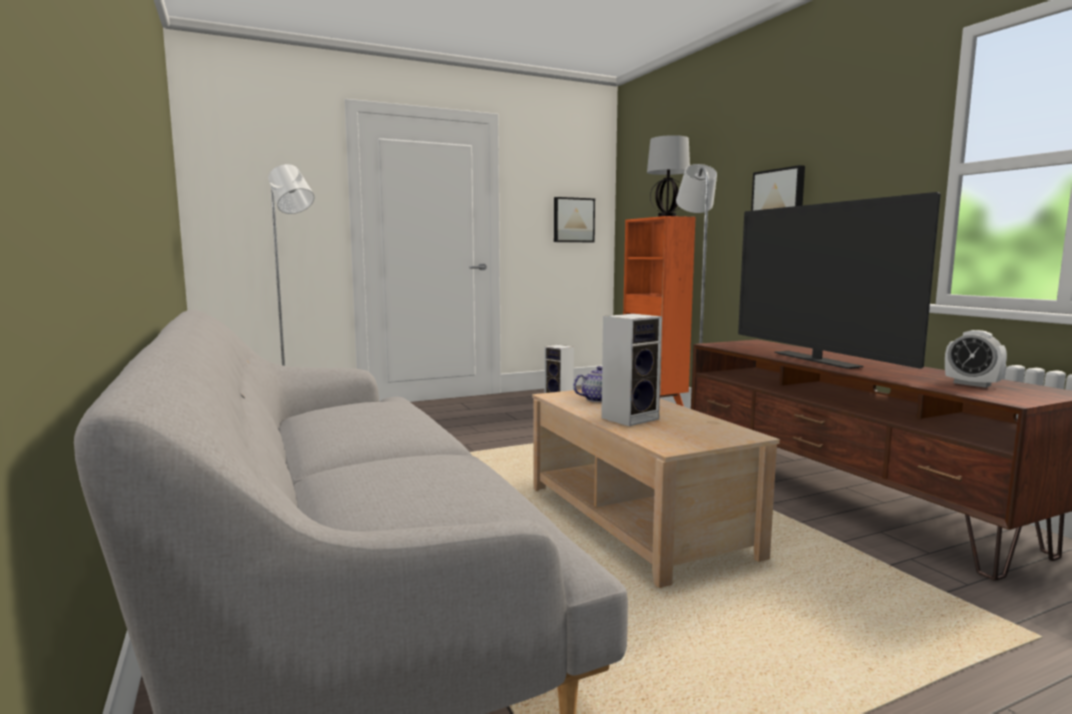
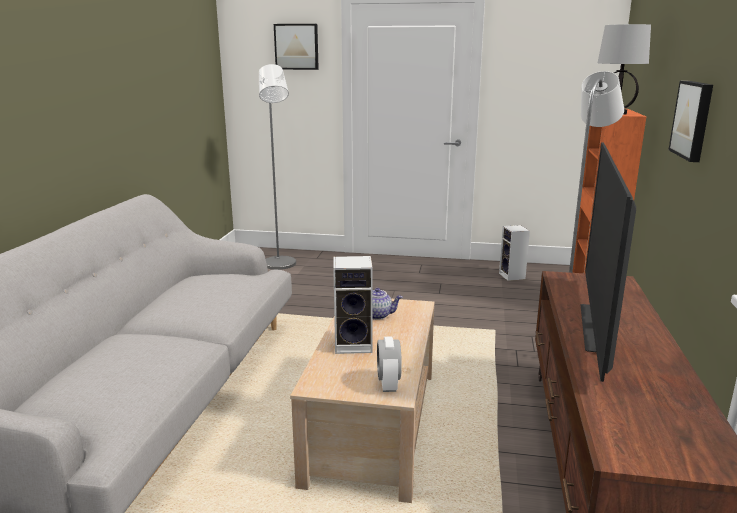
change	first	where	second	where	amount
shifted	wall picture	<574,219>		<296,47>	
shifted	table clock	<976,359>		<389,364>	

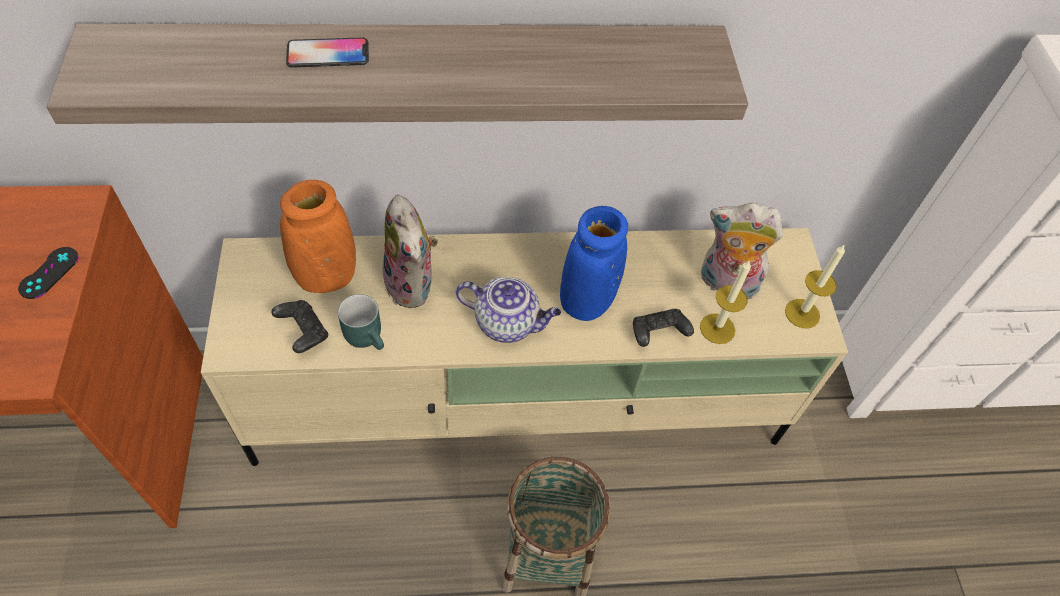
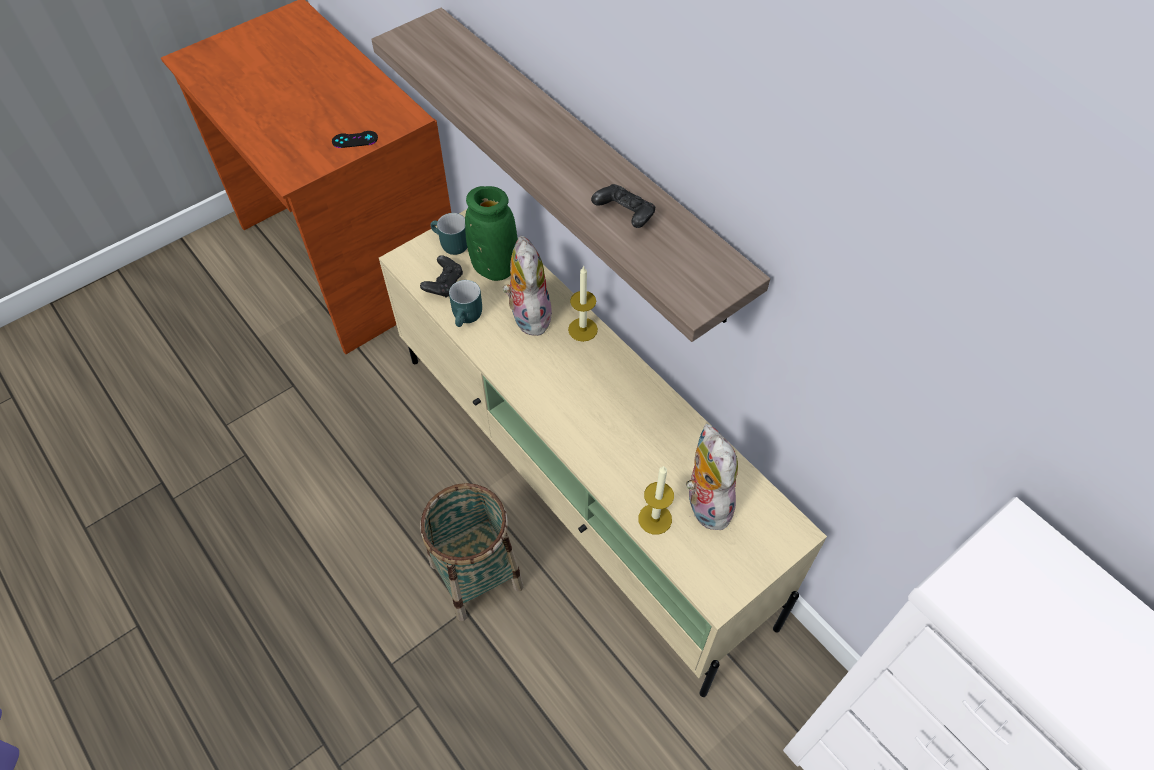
change	first	where	second	where	amount
gone	handset	<327,52>			
gone	tea pot	<508,310>			
gone	blue decorative vase	<594,263>			
new			blue-green tea mug	<448,234>	
shifted	black gamepad	<663,328>		<623,206>	
shifted	wax candle	<815,286>		<583,303>	
repainted	orange decorative vase	<318,236>	green-coloured decorative vase	<491,233>	
rotated	cuddly toy	<410,251>		<527,286>	135 degrees clockwise

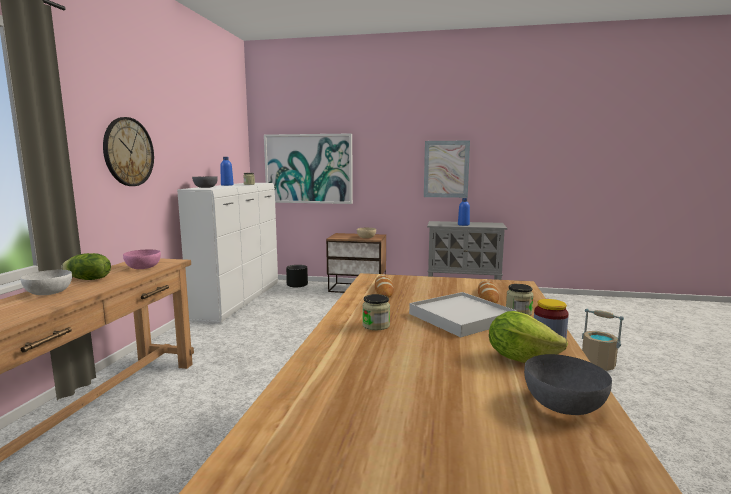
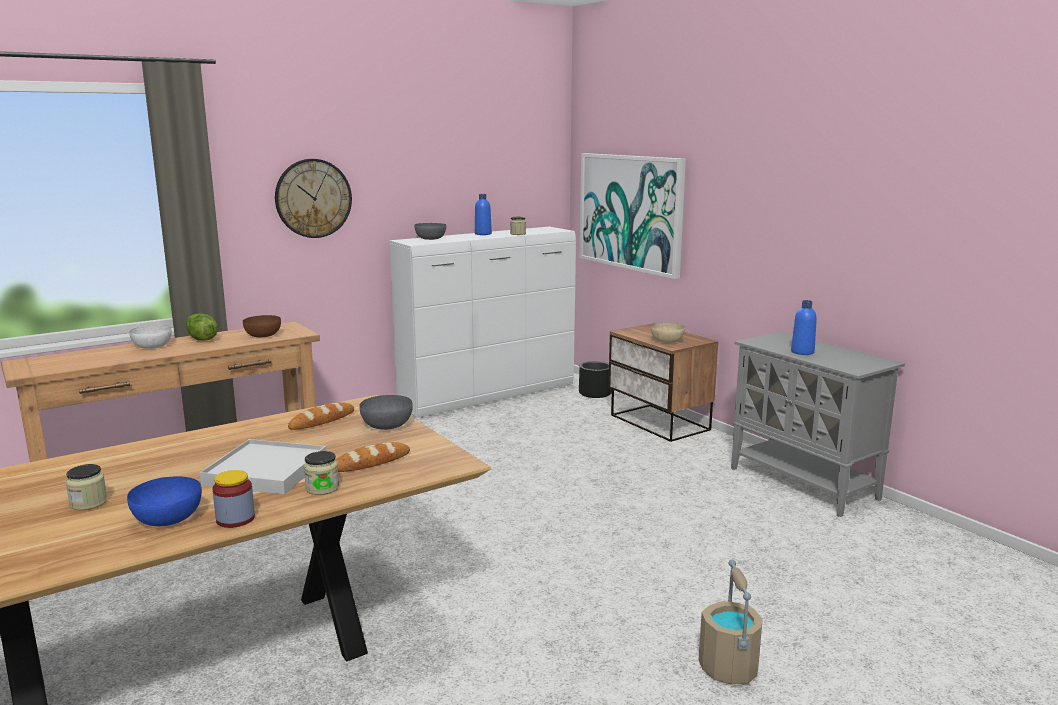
change	first	where	second	where	amount
gone	wall picture	<447,169>			
shifted	preserve jar	<376,312>		<87,487>	
shifted	greyish serving bowl	<568,384>		<386,412>	
swapped	lettuce	<528,337>	blue serving bowl	<164,501>	
repainted	pink serving bowl	<142,259>	brown-coloured serving bowl	<262,326>	

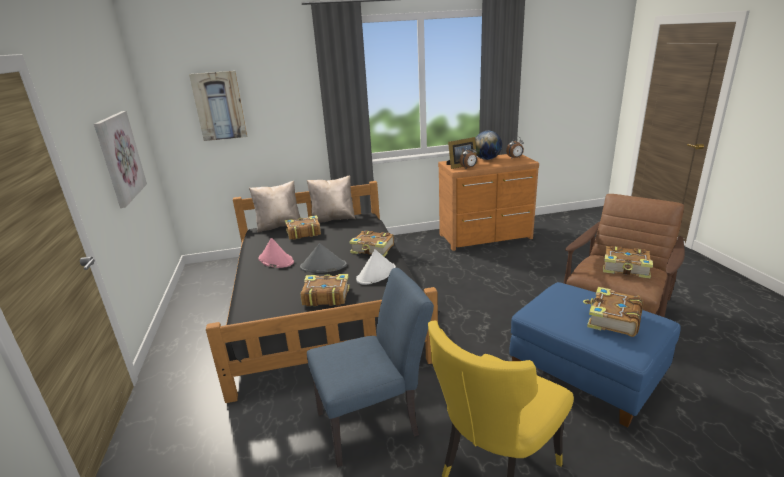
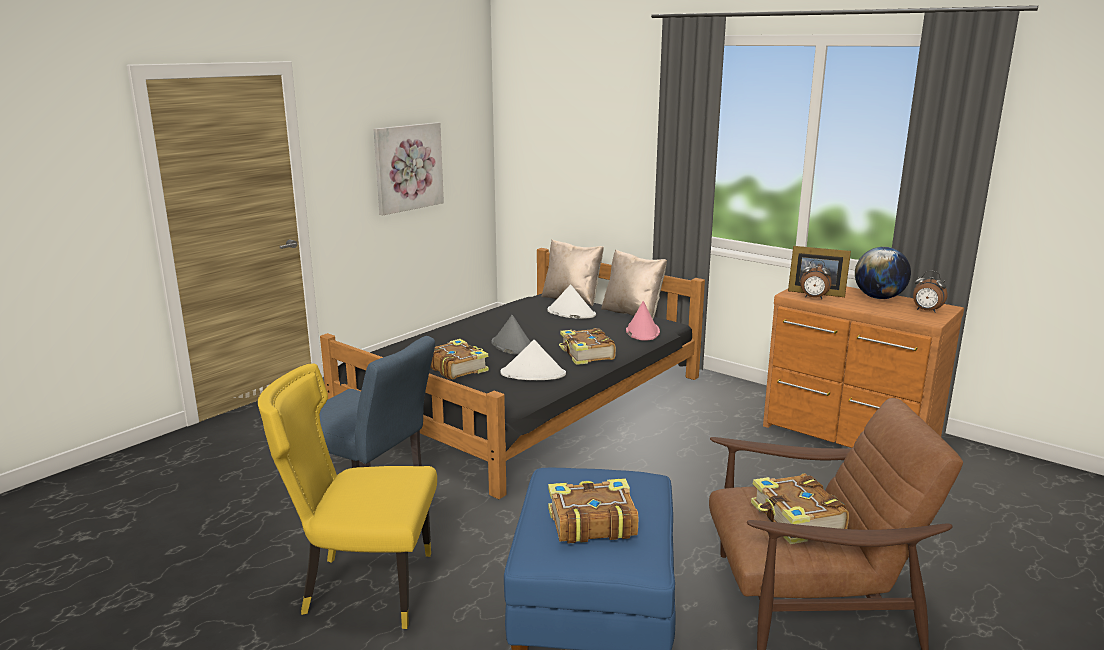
change	first	where	second	where	amount
gone	wall picture	<218,106>			
shifted	pink clothing hat	<276,253>		<643,321>	
swapped	volume	<303,227>	white clothing hat	<571,301>	

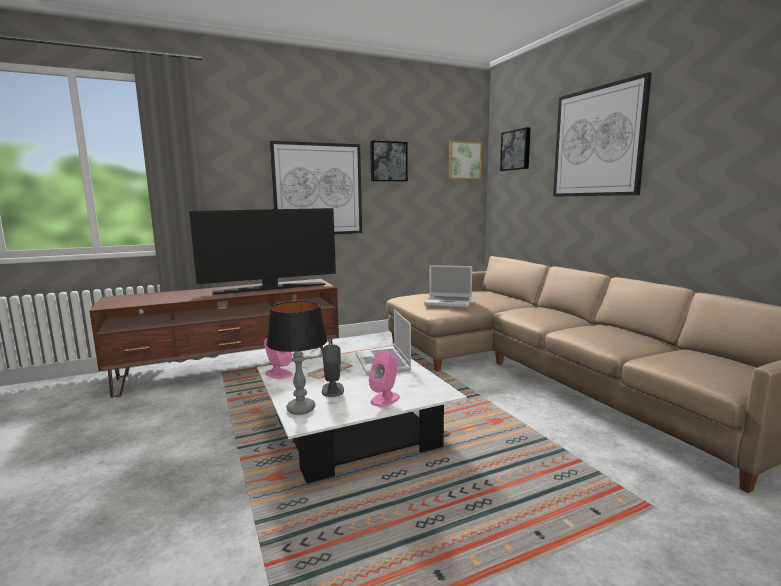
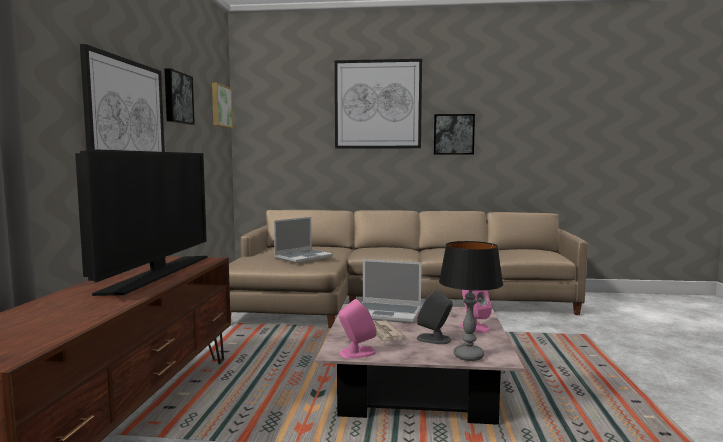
change	first	where	second	where	amount
shifted	wall picture	<515,149>		<454,134>	
repainted	white low table	<362,414>	pink low table	<420,364>	

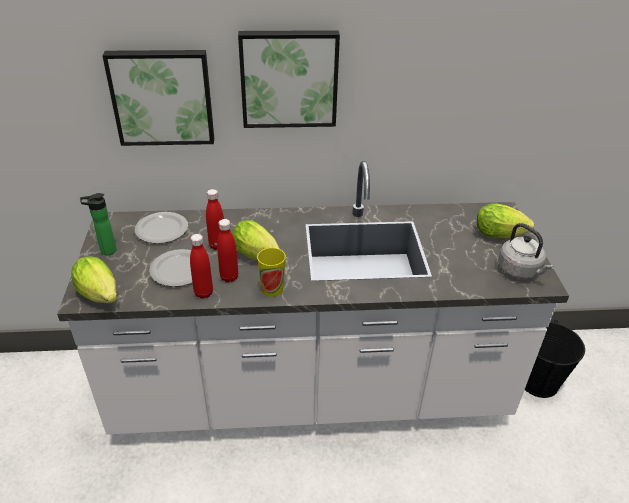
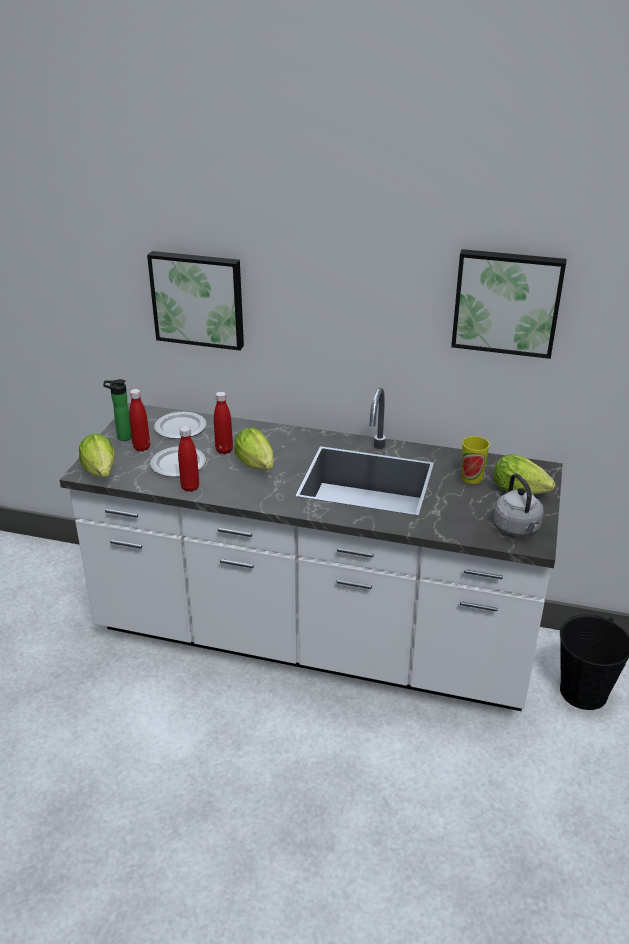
change	first	where	second	where	amount
shifted	reddish drink bottle	<227,250>		<139,420>	
shifted	wall picture	<289,79>		<508,304>	
shifted	small cup	<271,272>		<475,460>	

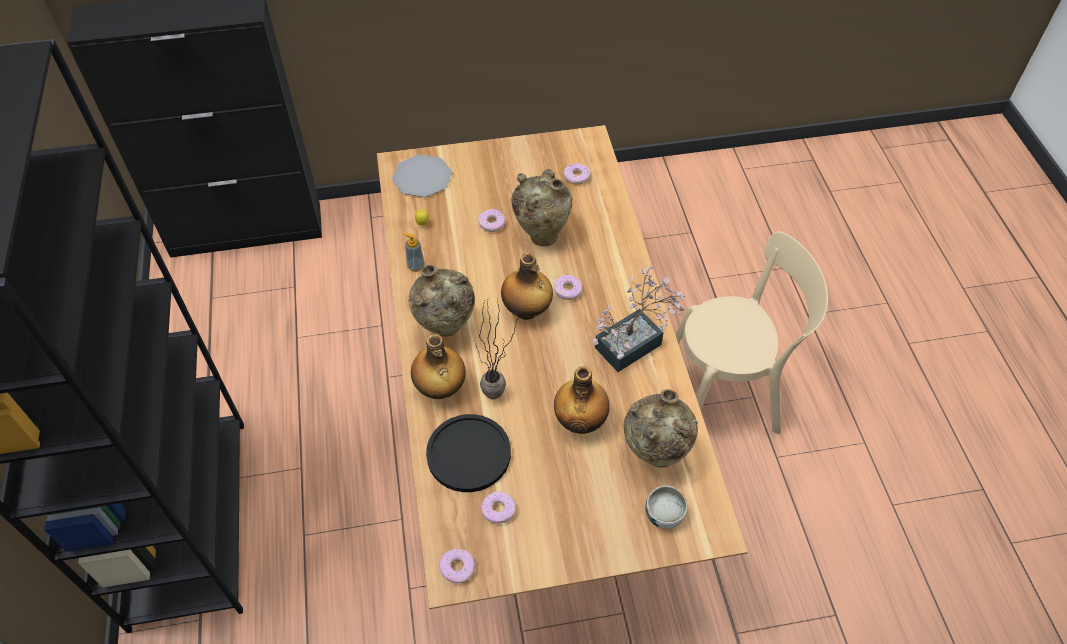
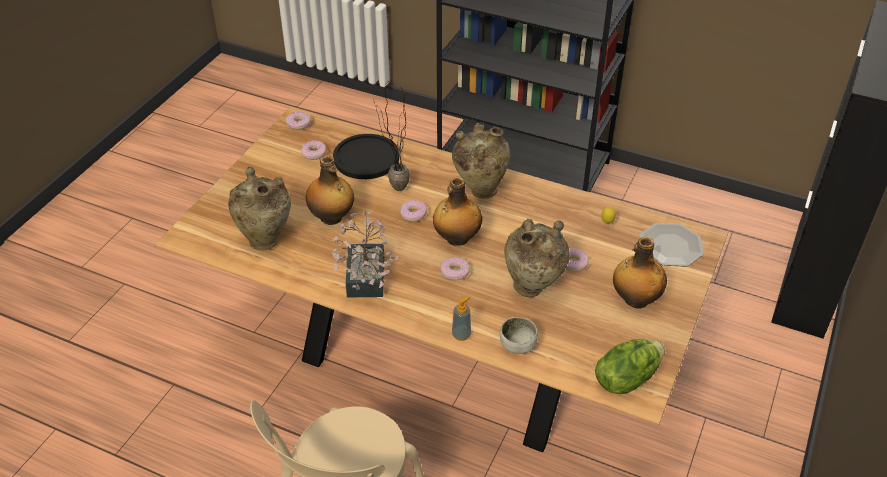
change	first	where	second	where	amount
new			lettuce	<630,366>	
shifted	soap dispenser	<413,252>		<461,318>	
shifted	drink bottle	<438,366>		<640,273>	
shifted	doughnut	<577,174>		<413,211>	
shifted	serving bowl	<666,507>		<519,335>	

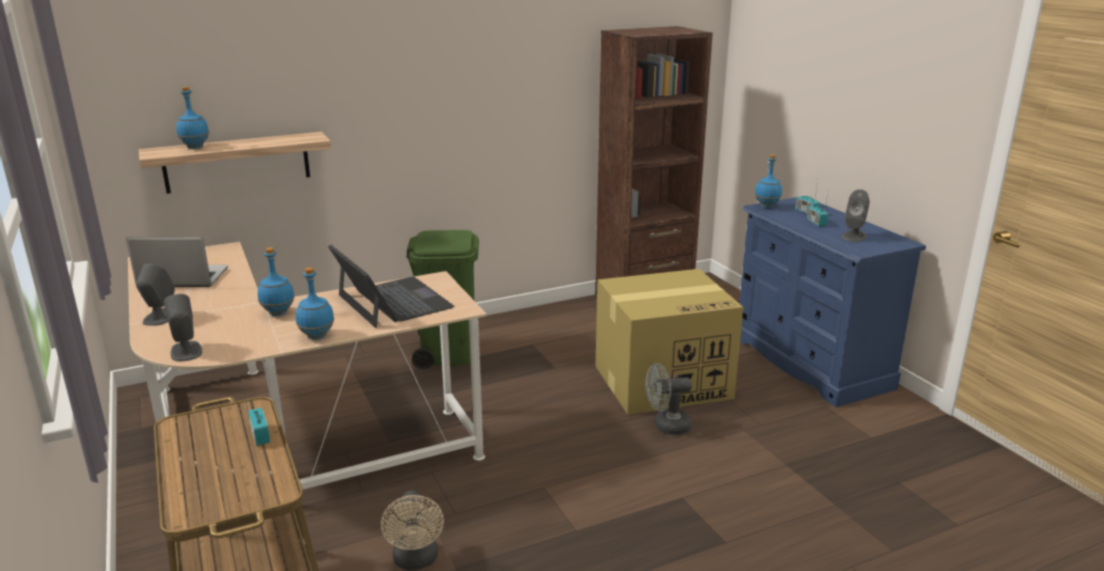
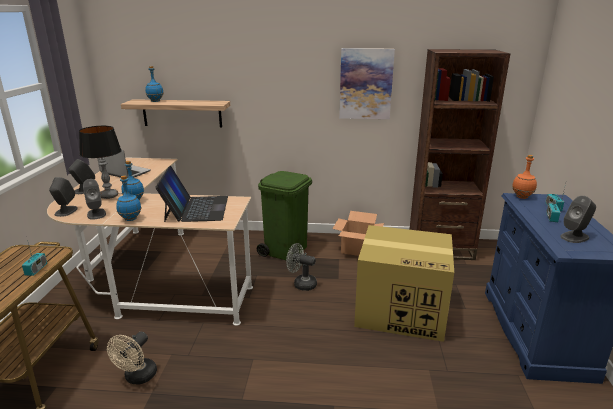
change	first	where	second	where	amount
new			tabletop lamp	<100,162>	
new			greyish audio speaker	<94,199>	
new			cardboard box	<358,233>	
new			wall picture	<367,83>	
shifted	greyish electric fan	<668,399>		<301,267>	
repainted	blue drink bottle	<768,181>	orange drink bottle	<524,177>	

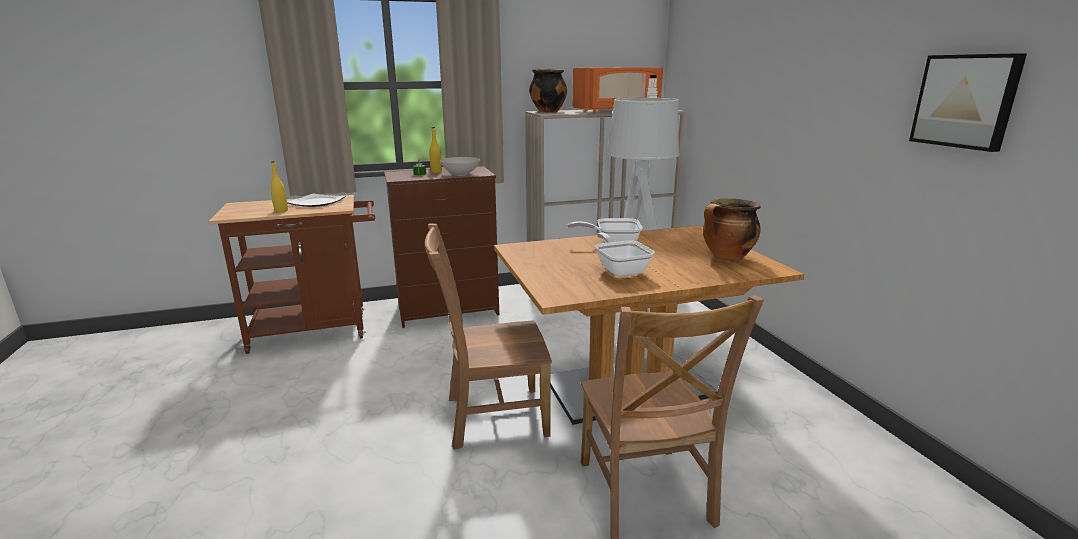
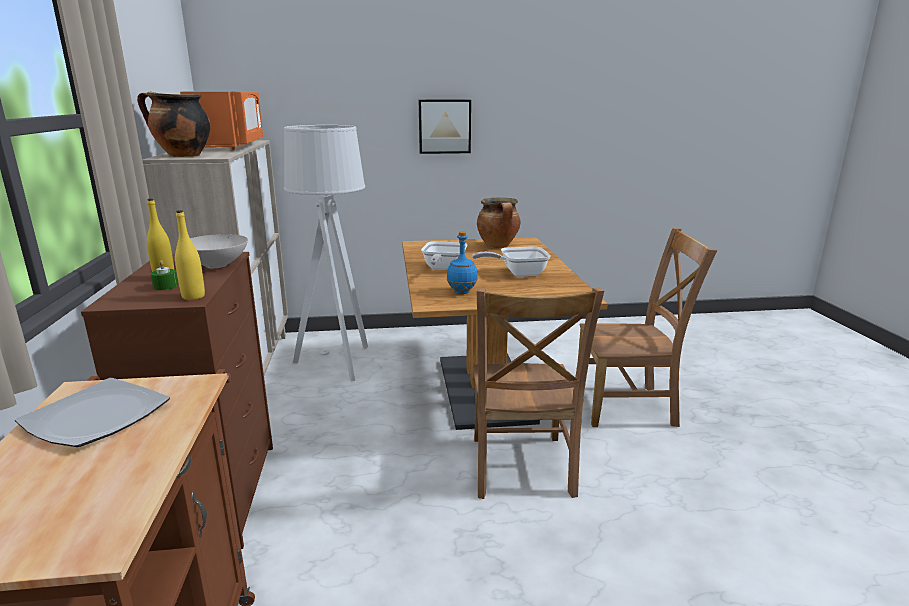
change	first	where	second	where	amount
new			blue drink bottle	<462,262>	
shifted	yellowish drink bottle	<279,186>		<190,255>	
shifted	wall picture	<968,102>		<445,127>	

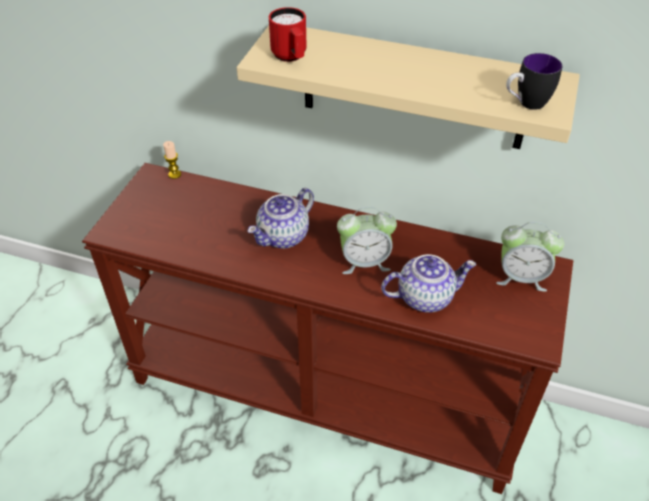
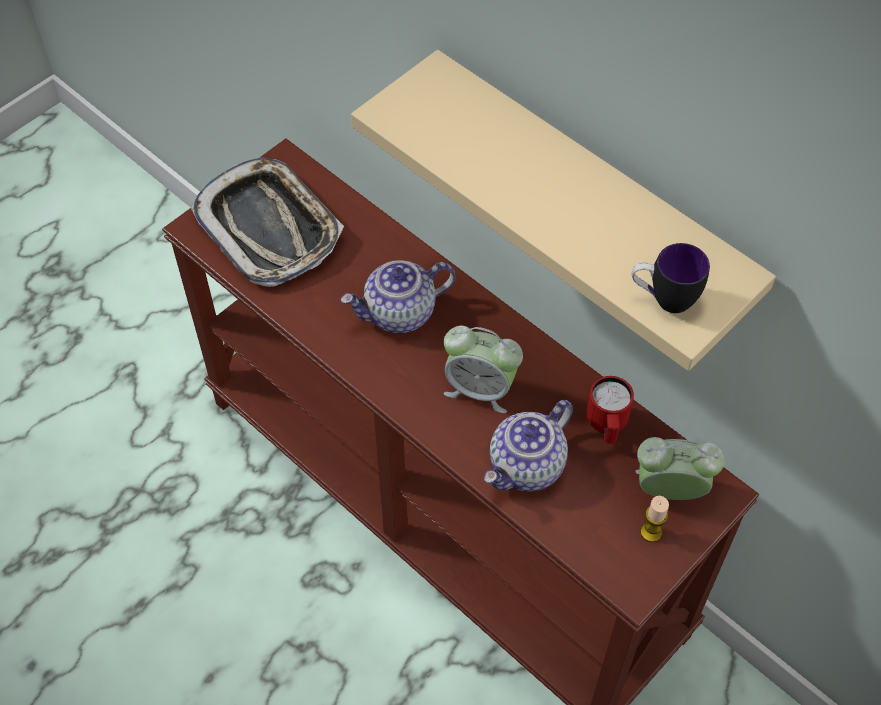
change	first	where	second	where	amount
new			serving tray	<267,222>	
shifted	wax candle	<172,160>		<655,519>	
shifted	reddish tea mug	<287,34>		<610,410>	
rotated	tea pot	<428,283>		<528,446>	120 degrees clockwise
rotated	table clock	<530,257>		<680,468>	150 degrees clockwise

